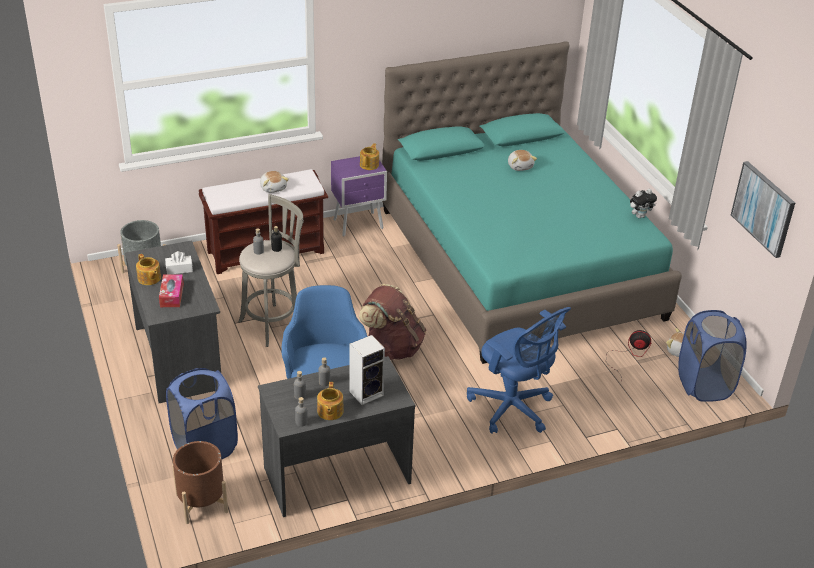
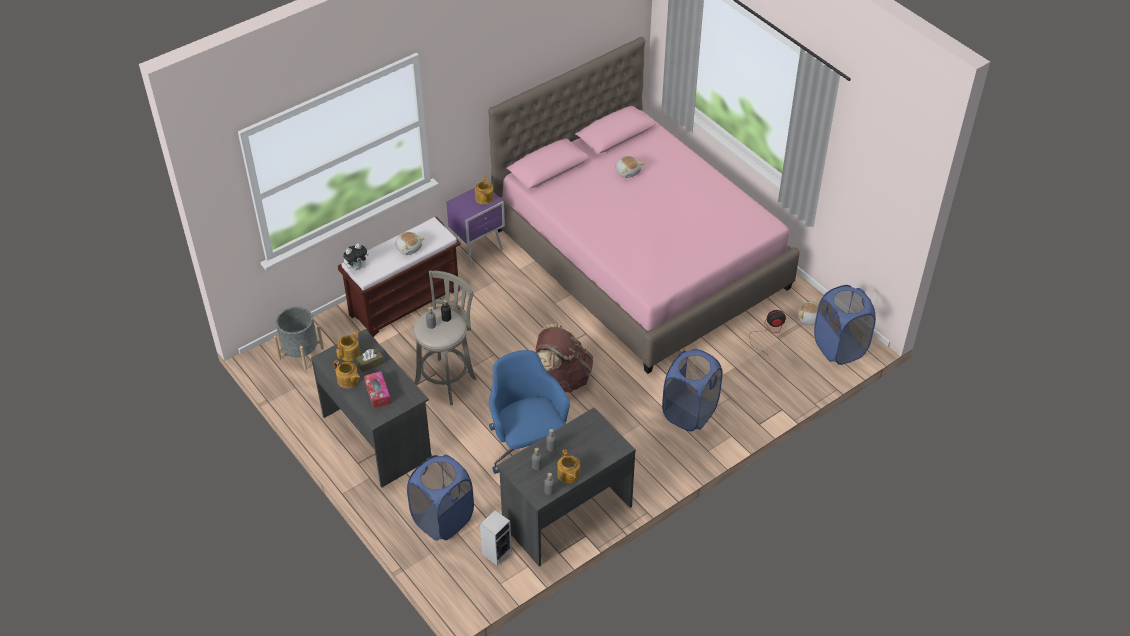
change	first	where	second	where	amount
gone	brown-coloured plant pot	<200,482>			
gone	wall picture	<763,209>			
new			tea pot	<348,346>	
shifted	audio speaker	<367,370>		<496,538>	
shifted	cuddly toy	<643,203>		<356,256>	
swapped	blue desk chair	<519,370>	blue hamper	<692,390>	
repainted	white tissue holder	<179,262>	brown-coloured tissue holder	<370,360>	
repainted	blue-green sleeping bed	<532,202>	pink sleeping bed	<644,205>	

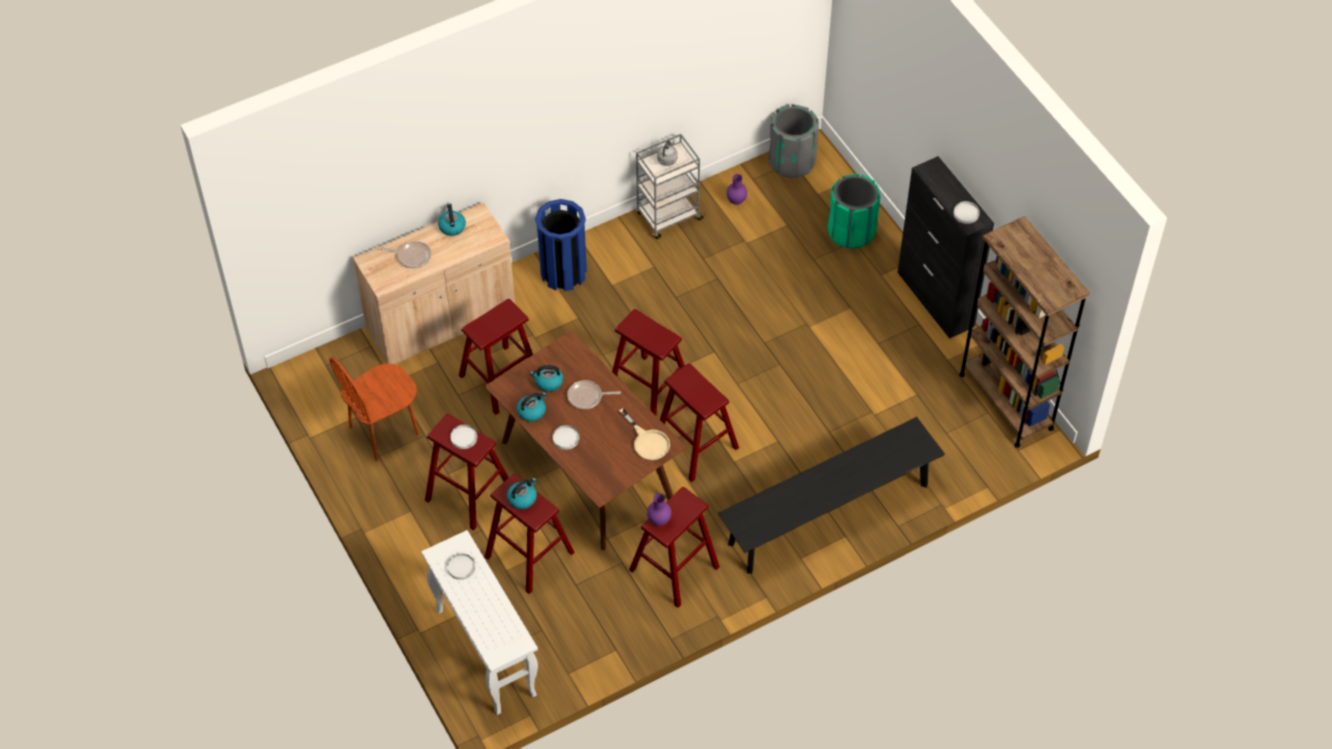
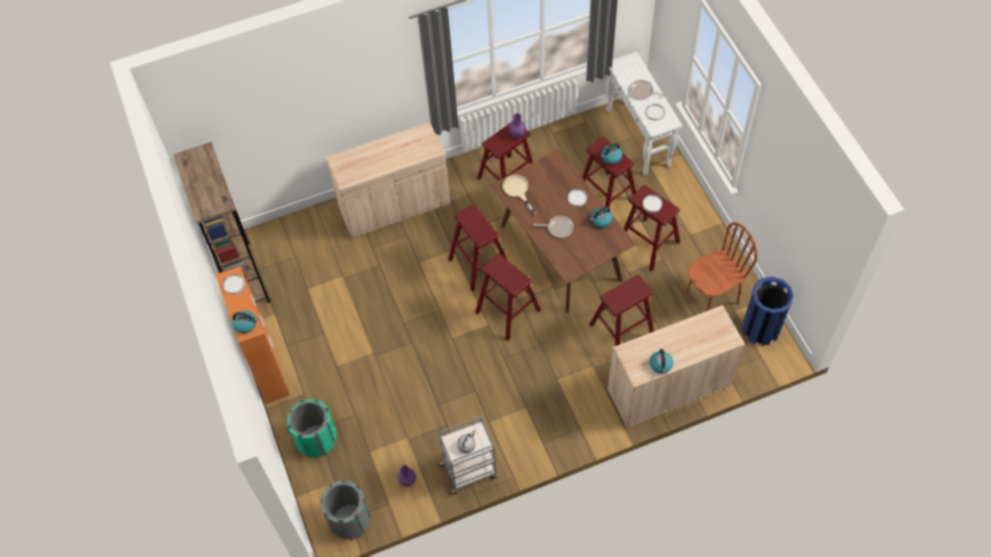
change	first	where	second	where	amount
shifted	skillet	<406,254>		<647,90>	
shifted	kettle	<546,378>		<245,322>	
shifted	blue trash can	<561,245>		<768,311>	
swapped	black long seat	<831,495>	beige storage cabinet	<388,180>	
repainted	black storage cabinet	<946,247>	orange storage cabinet	<252,335>	

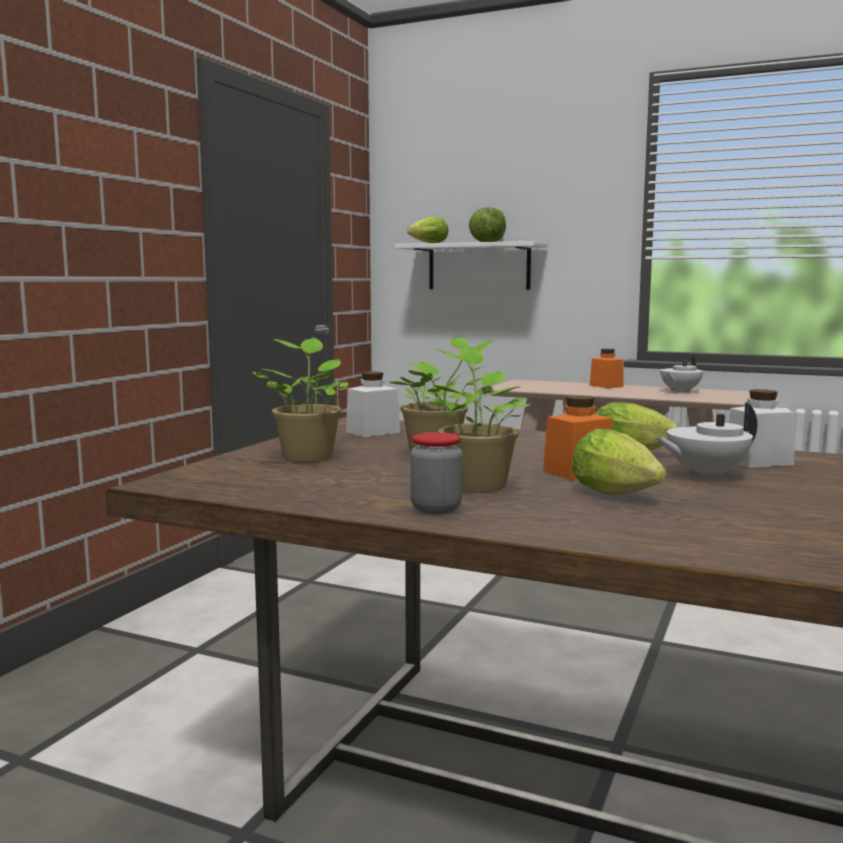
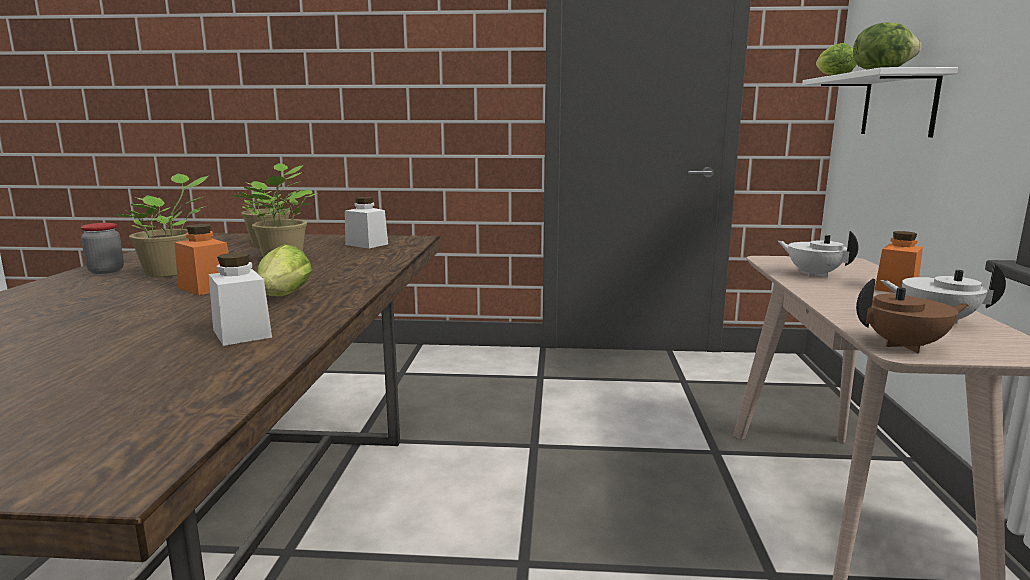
change	first	where	second	where	amount
gone	lettuce	<619,462>			
new			brown-coloured tea pot	<912,316>	
shifted	white tea pot	<706,441>		<818,254>	

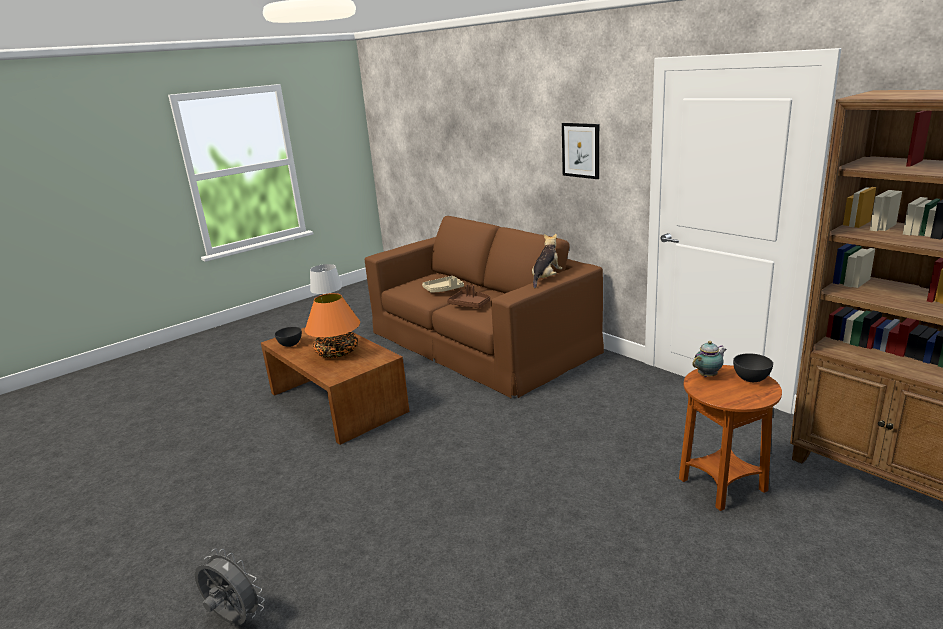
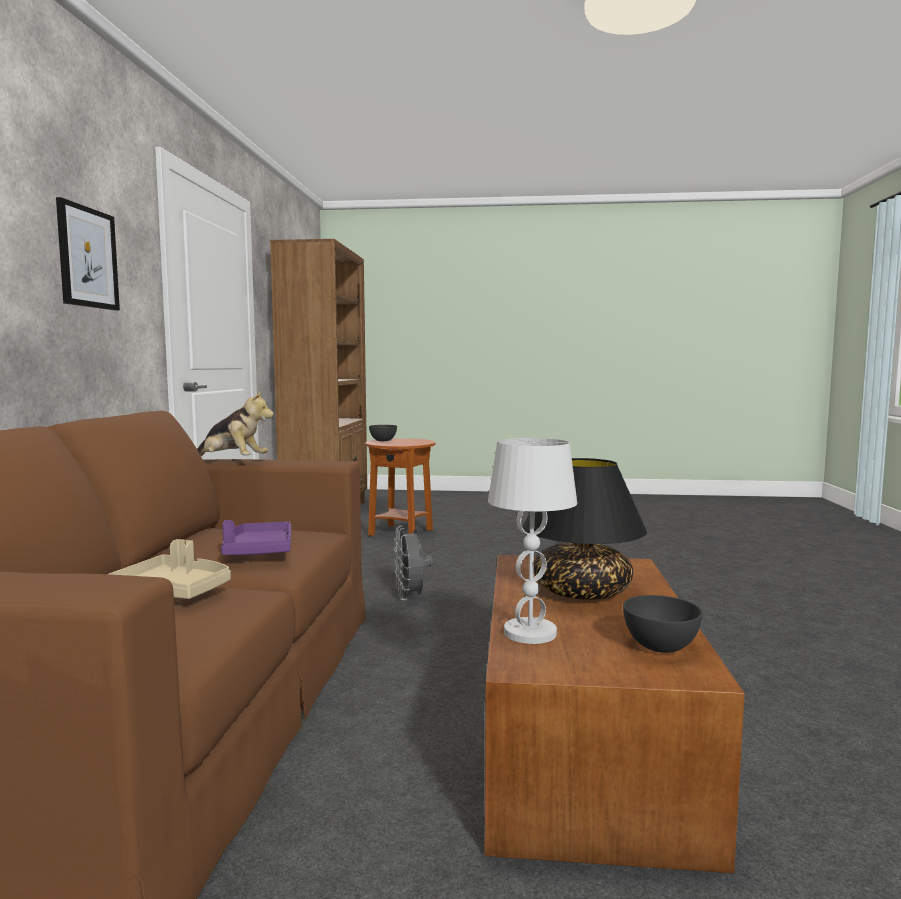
change	first	where	second	where	amount
gone	tea pot	<709,359>			
shifted	greyish electric fan	<230,587>		<412,563>	
repainted	orange tabletop lamp	<332,325>	black tabletop lamp	<585,529>	
repainted	brown-coloured serving tray	<468,296>	purplish serving tray	<256,537>	
rotated	cuddly toy	<547,261>		<235,423>	150 degrees counterclockwise

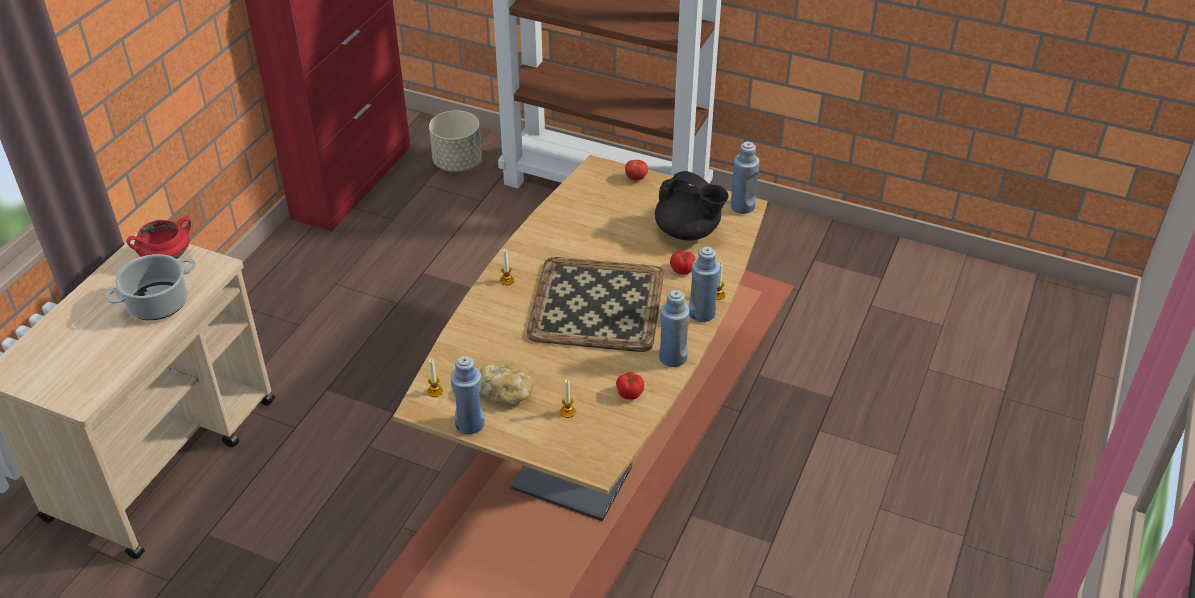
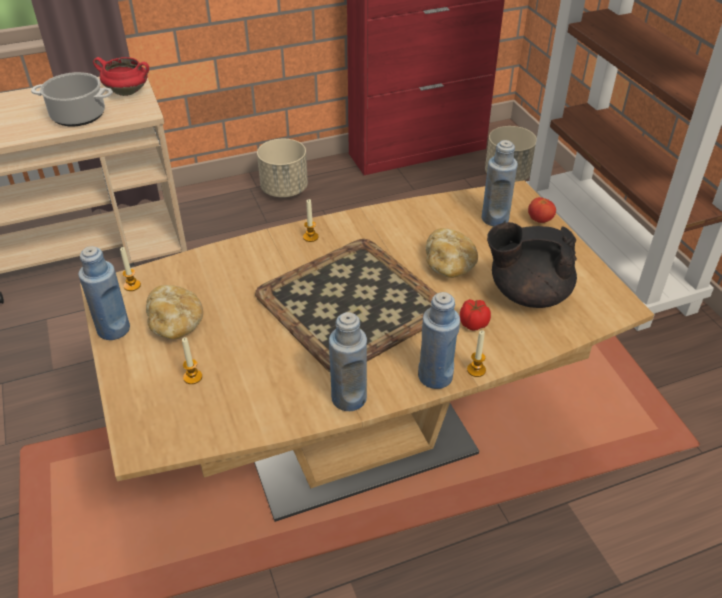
change	first	where	second	where	amount
gone	whole tomato	<630,386>			
new			beige plant pot	<282,168>	
new			bakery bread	<452,253>	
shifted	blue drink bottle	<745,178>		<500,183>	
rotated	black tea pot	<692,206>		<532,265>	105 degrees clockwise

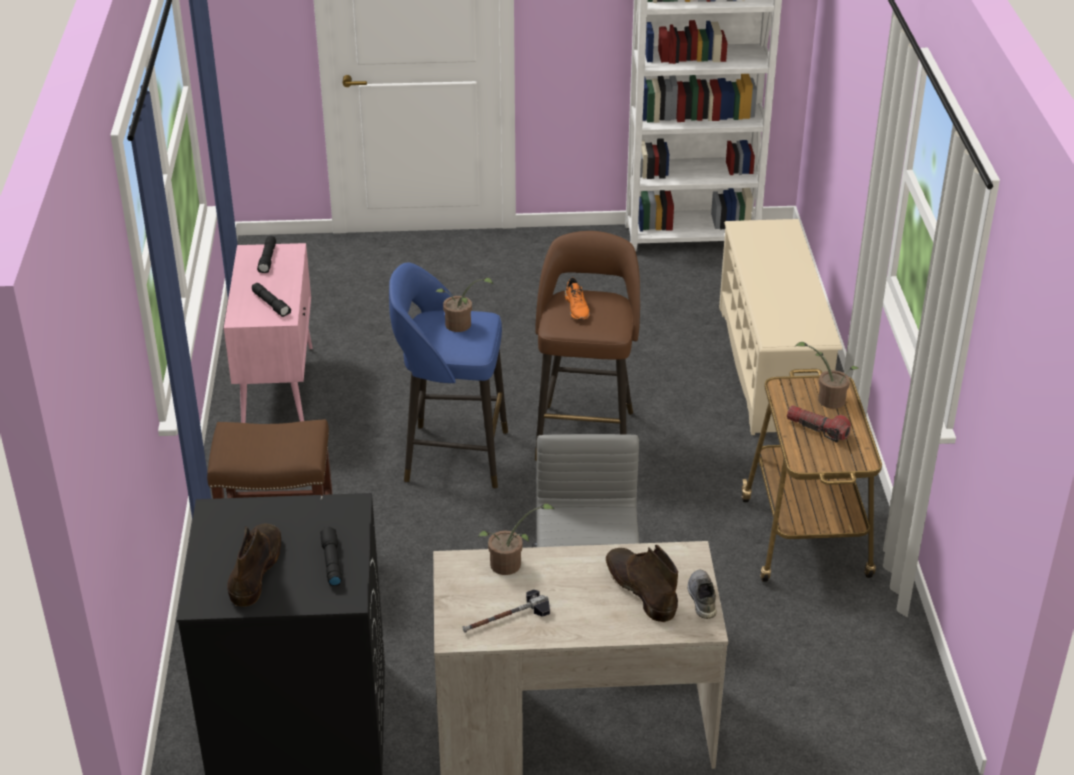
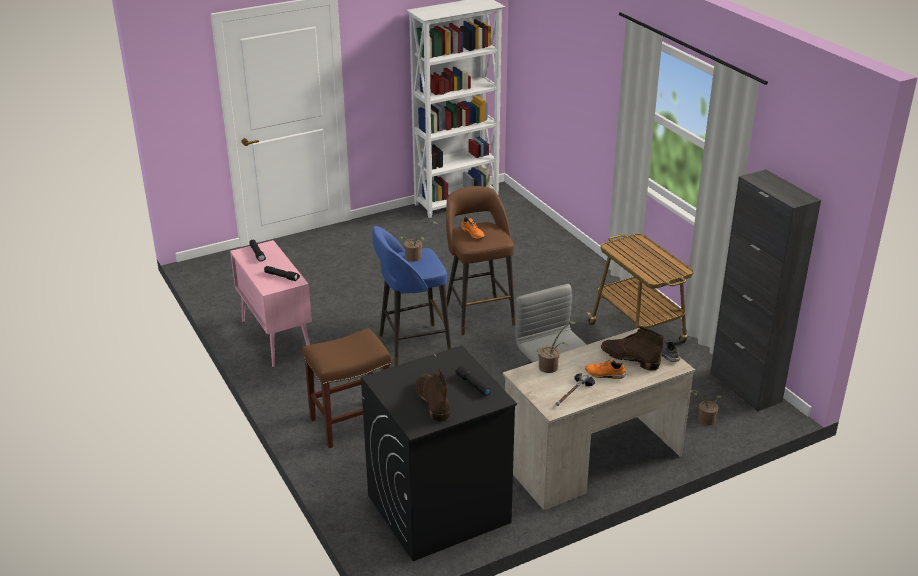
change	first	where	second	where	amount
gone	beige shoe stand	<780,327>			
gone	hand torch	<819,424>			
new			orange low shoe	<605,369>	
new			black storage cabinet	<765,290>	
shifted	plant in a pot	<827,375>		<706,407>	

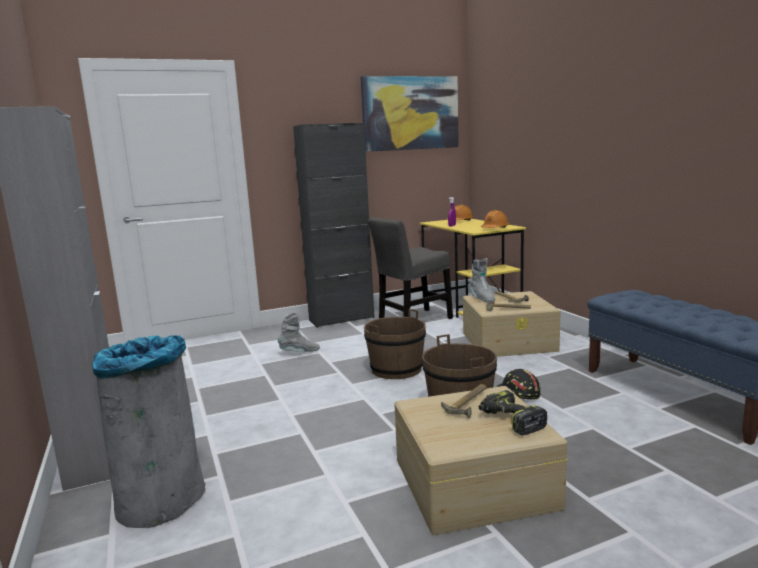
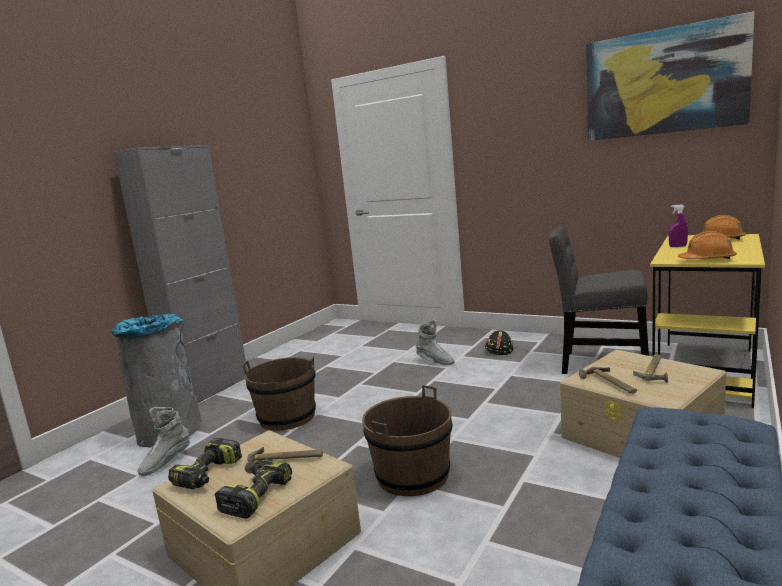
change	first	where	second	where	amount
gone	black storage cabinet	<334,225>			
new			electric drill	<205,463>	
shifted	brown-coloured pail	<395,344>		<279,393>	
shifted	greyish boot	<482,280>		<164,441>	
shifted	black hard hat	<518,384>		<499,342>	

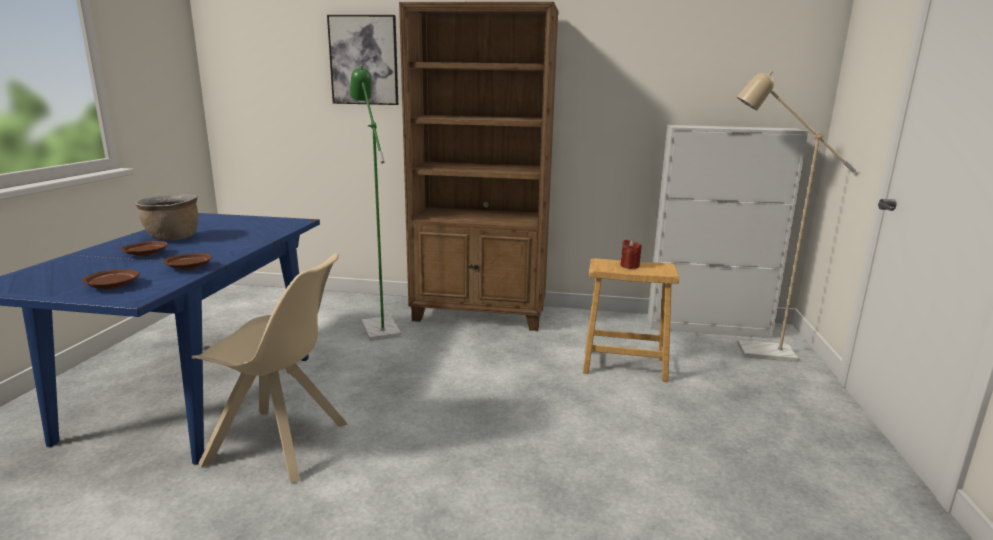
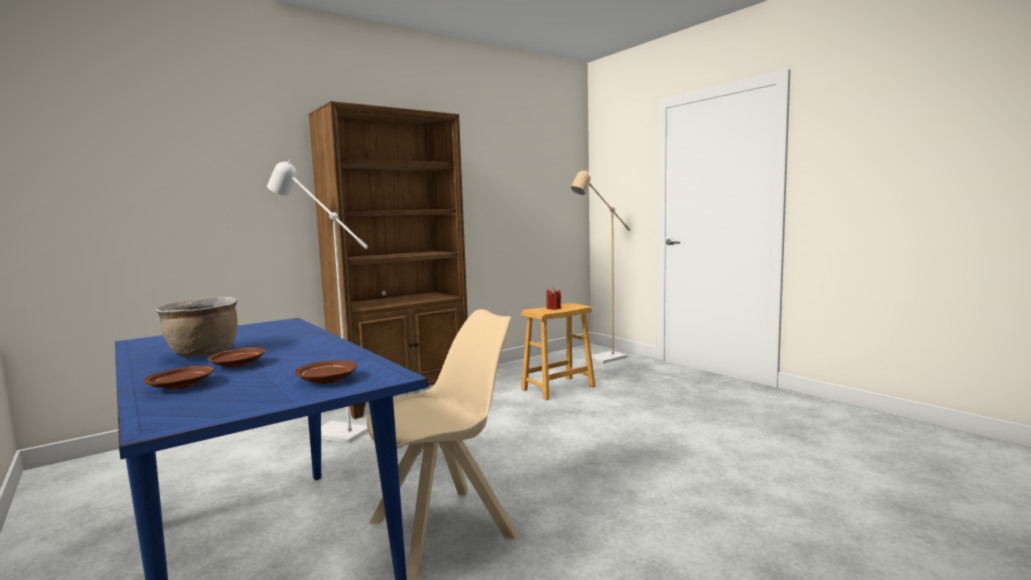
change	first	where	second	where	amount
gone	wall picture	<362,60>			
gone	white storage cabinet	<728,231>			
shifted	brown-coloured flat dish	<187,261>		<178,377>	
repainted	green-coloured standing lamp	<375,203>	white standing lamp	<317,301>	

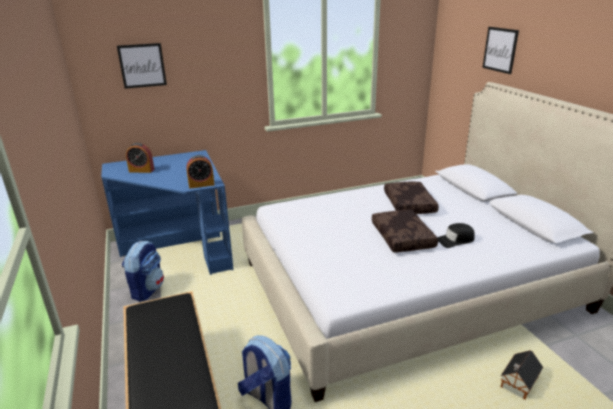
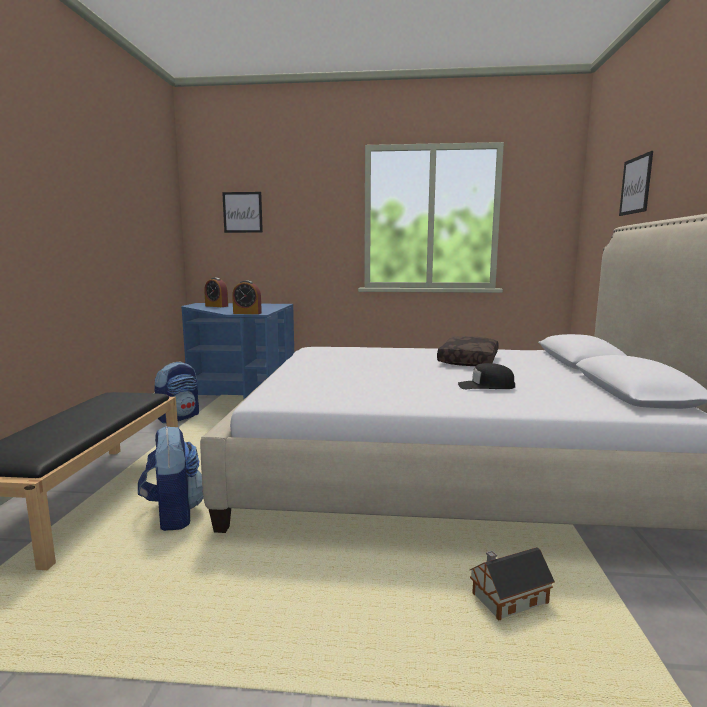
change	first	where	second	where	amount
gone	brown-coloured throw pillow	<405,231>			

